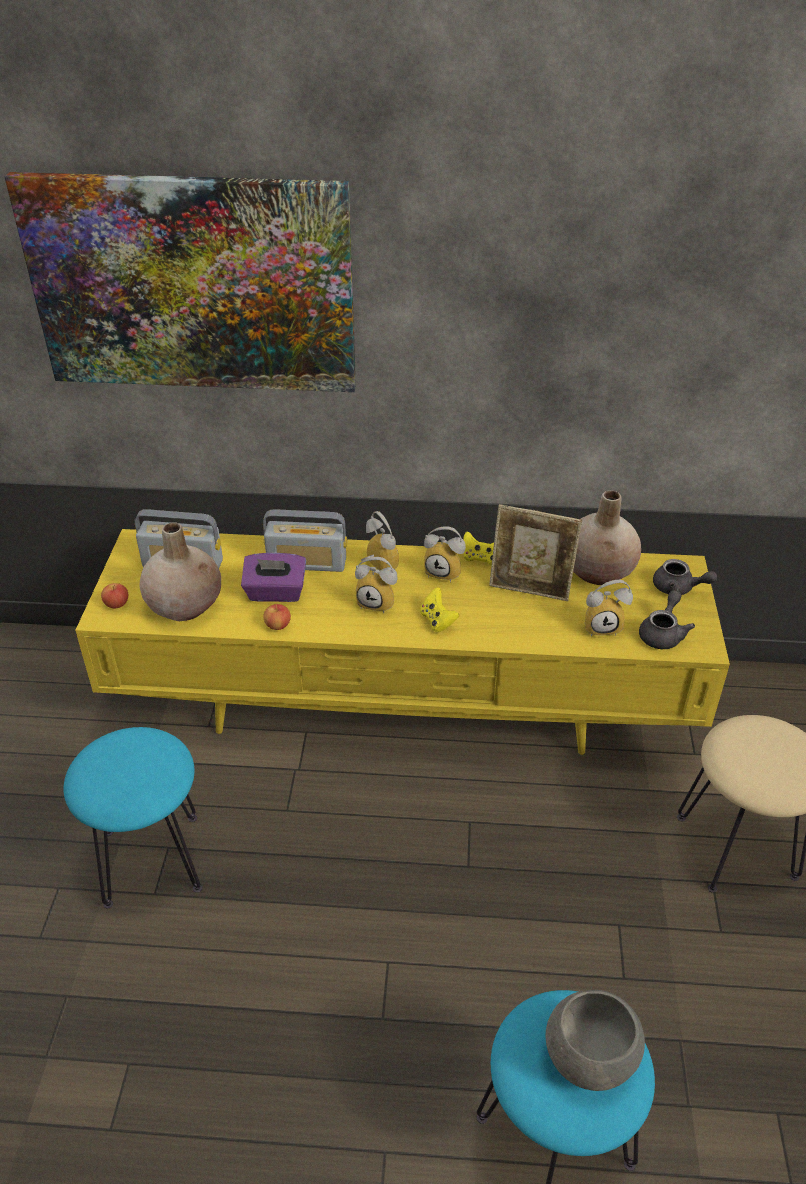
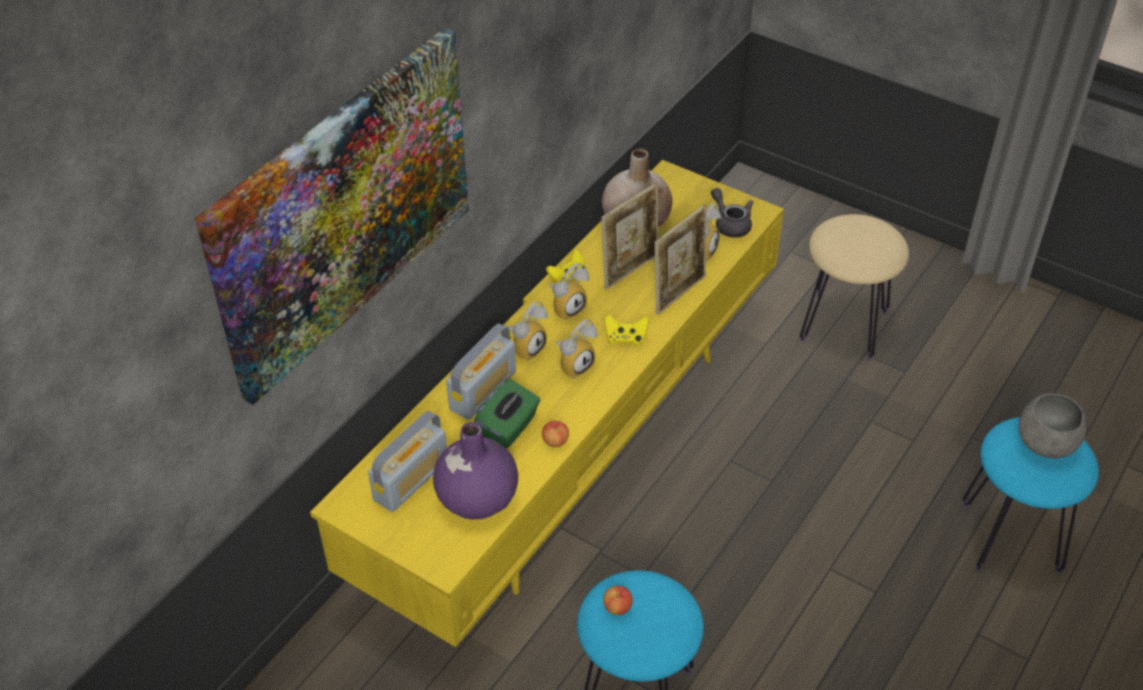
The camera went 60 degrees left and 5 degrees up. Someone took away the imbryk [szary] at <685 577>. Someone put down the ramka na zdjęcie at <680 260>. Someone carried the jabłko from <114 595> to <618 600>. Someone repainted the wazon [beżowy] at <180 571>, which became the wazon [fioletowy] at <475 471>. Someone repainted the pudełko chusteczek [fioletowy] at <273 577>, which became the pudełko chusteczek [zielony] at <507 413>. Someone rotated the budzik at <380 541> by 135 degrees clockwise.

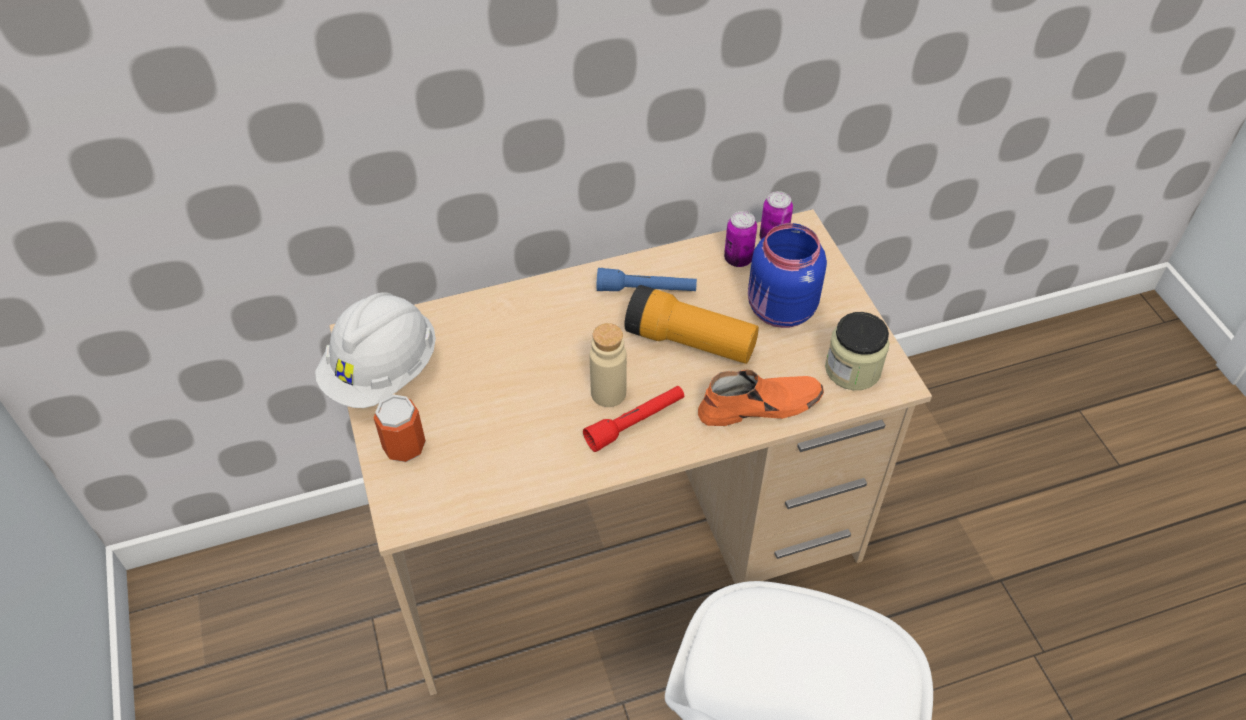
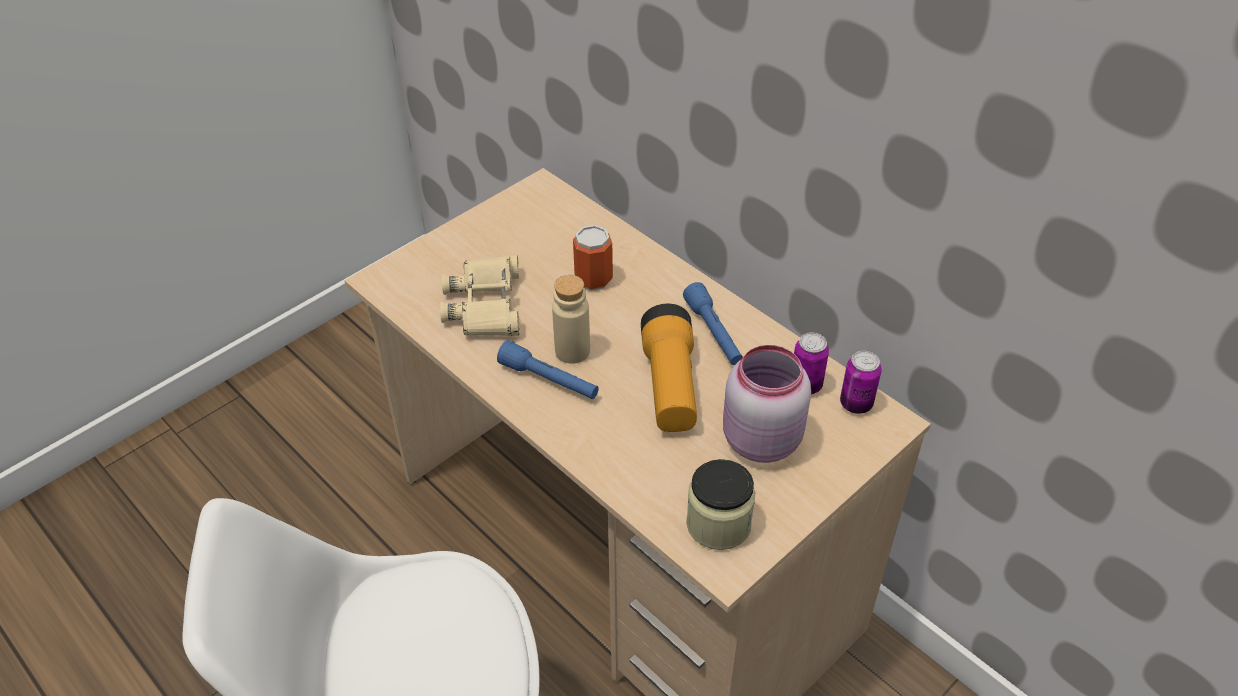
The camera went 65 degrees right and 5 degrees down. Someone took away the kask [biały] at <375 350>. Someone took away the but [pomarańczowy] at <761 398>. Someone put down the lornetka [beżowy] at <479 295>. Someone carried the puszka from <399 428> to <593 257>. Someone repainted the latarka [czerwony] at <633 419>, which became the latarka [niebieski] at <548 369>. Someone repainted the słoik [niebieski] at <787 275>, which became the słoik [różowy] at <767 404>.

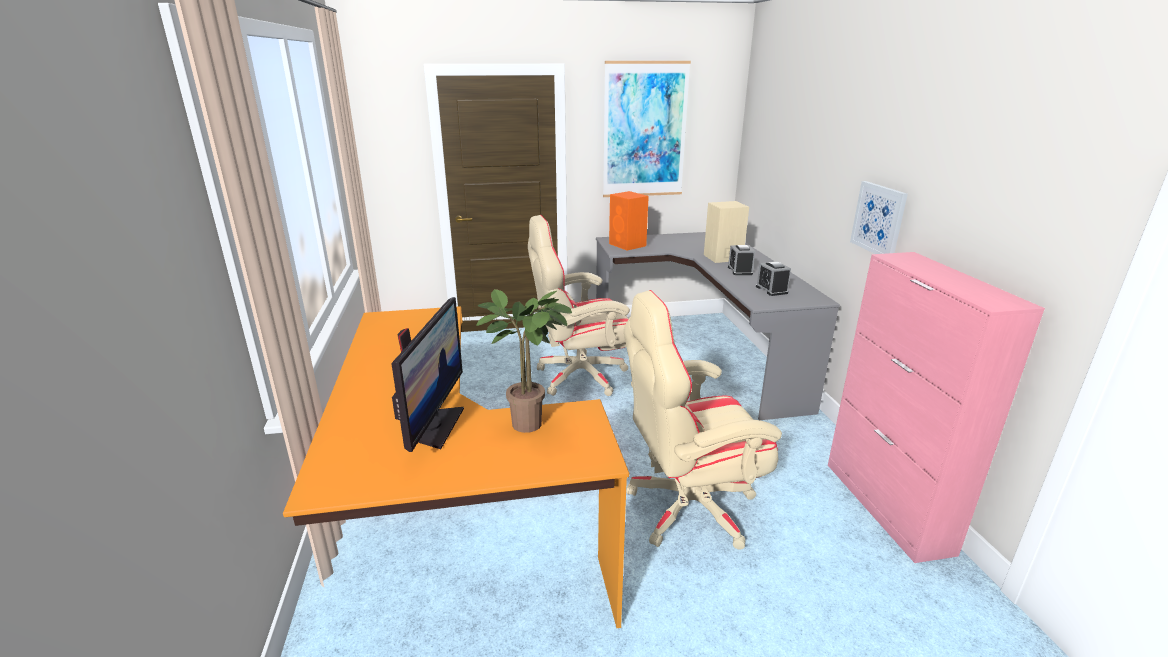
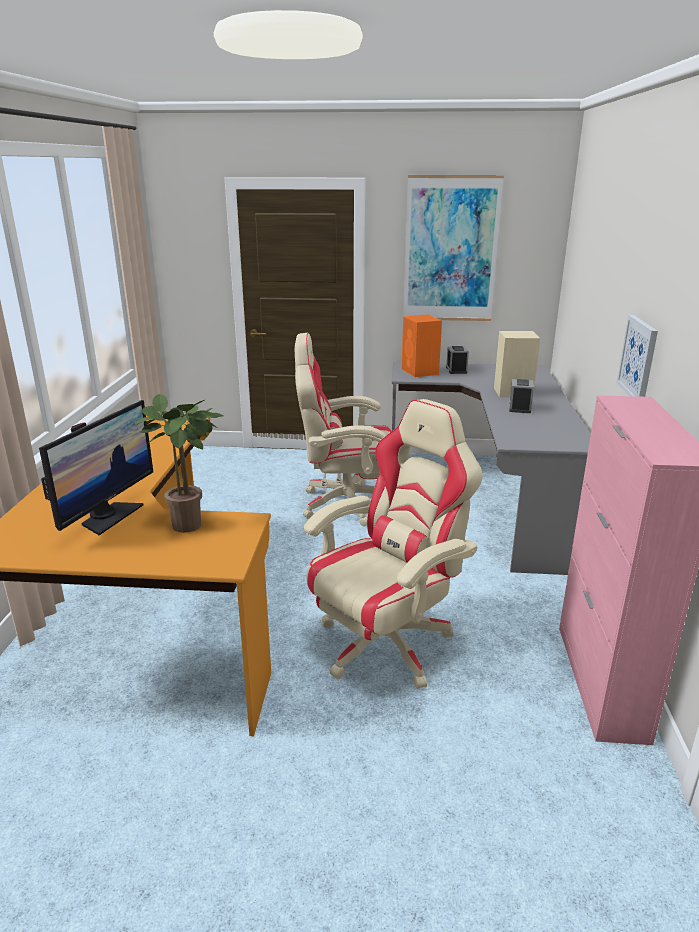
The camera went 15 degrees right and 0 degrees up. Someone carried the budzik from <773 278> to <457 360>. Someone rotated the krzesło biurowe [beżowy] at <703 420> by 135 degrees clockwise.

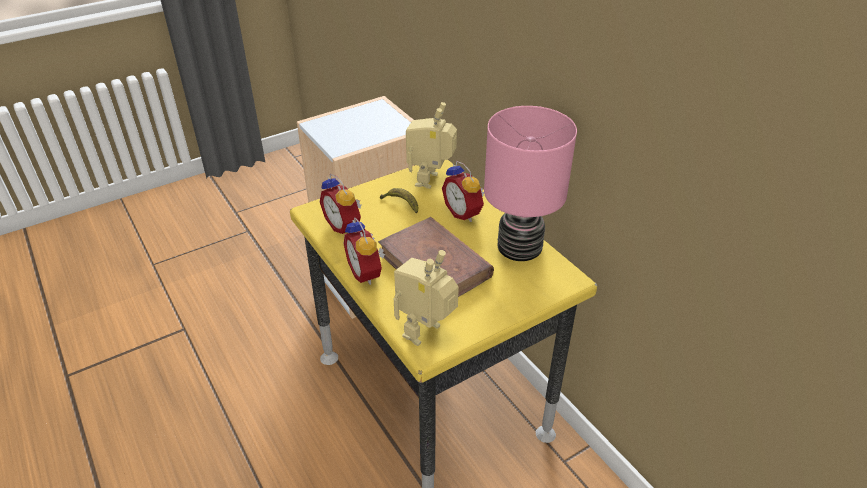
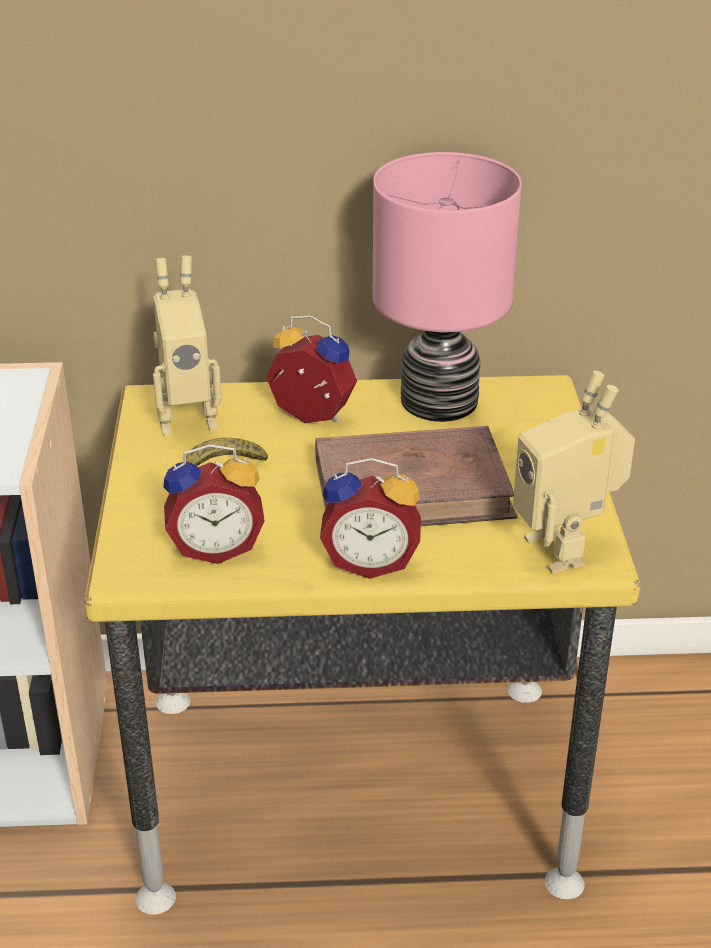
The camera went 60 degrees left and 5 degrees down. Someone rotated the robot zabawkowy at <431 145> by 60 degrees counterclockwise. Someone rotated the budzik at <463 191> by 150 degrees counterclockwise.

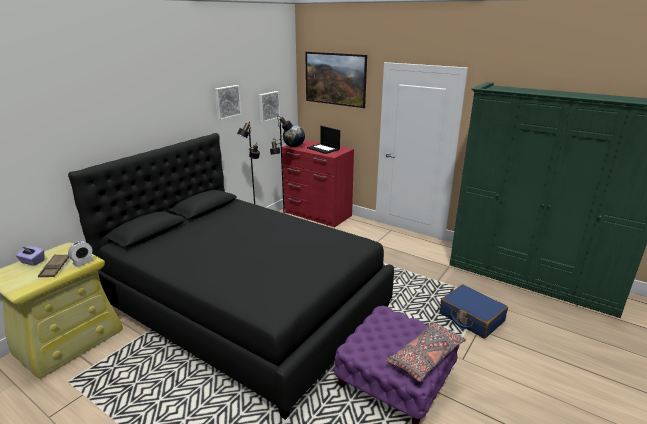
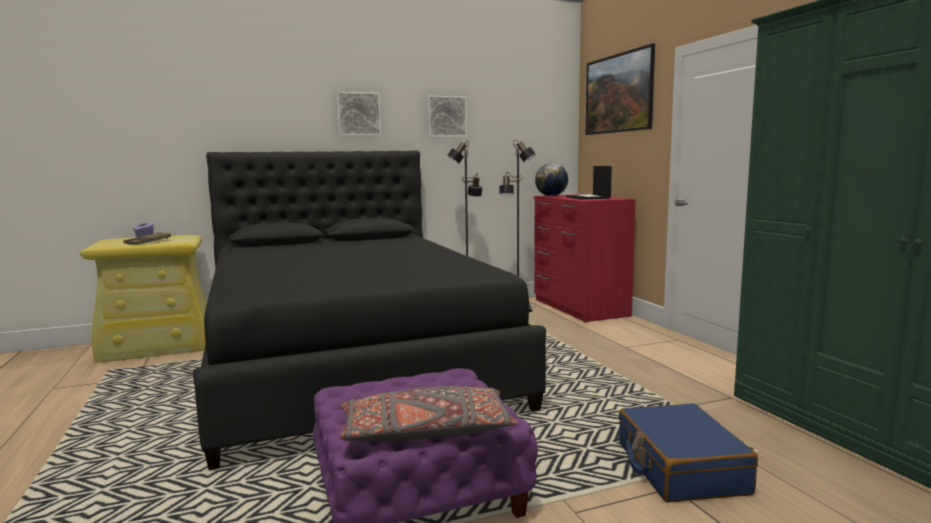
The camera went 35 degrees right and 15 degrees down. Someone took away the budzik at <81 254>. Someone carried the obraz from <269 106> to <358 114>.

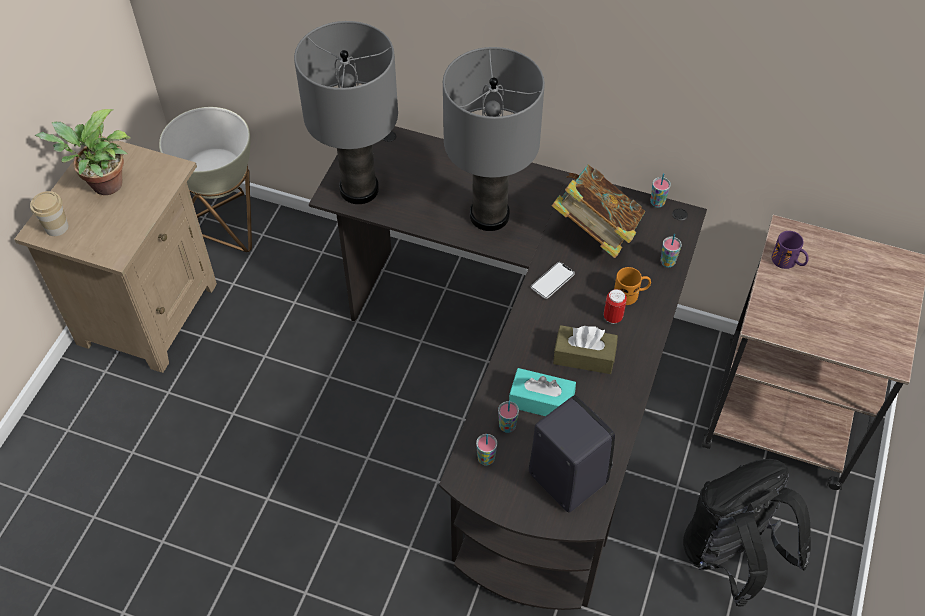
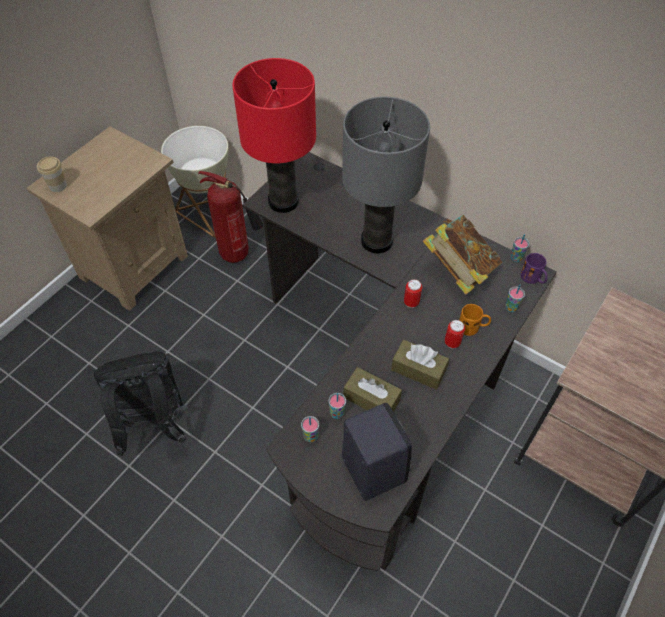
The camera went 15 degrees right and 0 degrees up. Someone took away the roślina doniczkowa at <83 152>. Someone put down the gaśnica at <230 217>. Someone carried the plecak [czarny] from <747 533> to <141 403>. Someone carried the kubek [fioletowy] from <789 250> to <534 268>. Someone swapped the telefon at <553 280> for the puszka at <413 293>. Someone repainted the lampa stołowa [szary] at <346 112>, which became the lampa stołowa [czerwony] at <274 135>. Someone repainted the pudełko chusteczek [turkusowy] at <542 392>, which became the pudełko chusteczek [brązowy] at <372 389>.

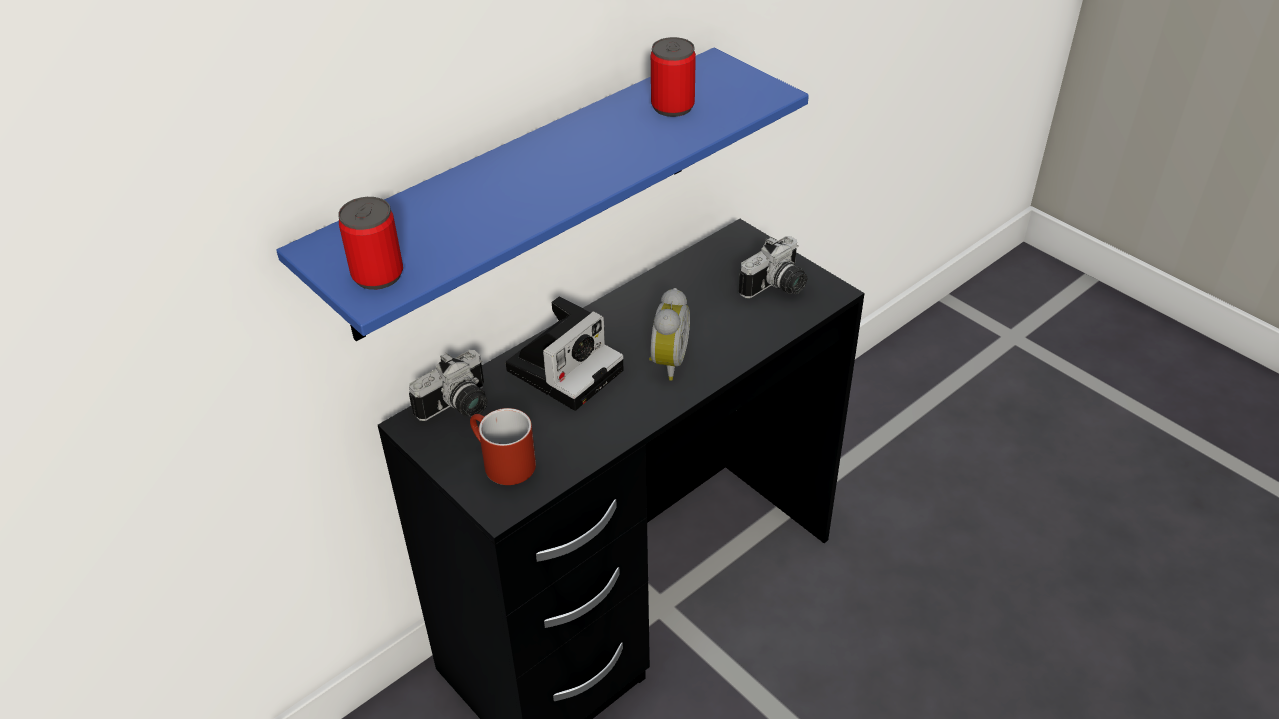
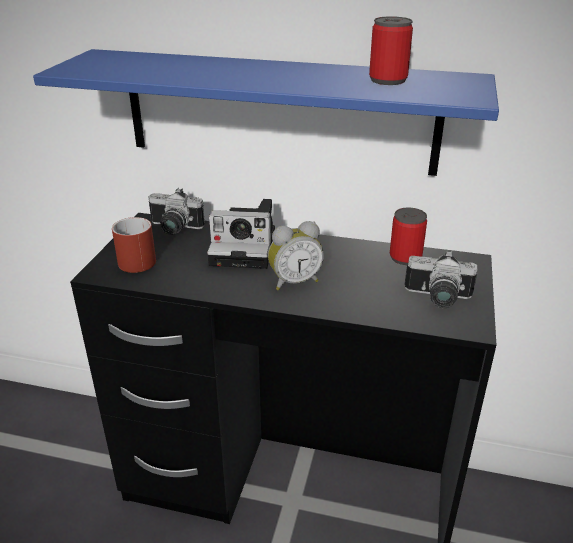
The camera went 55 degrees right and 10 degrees down. Someone carried the puszka from <370 243> to <408 236>.

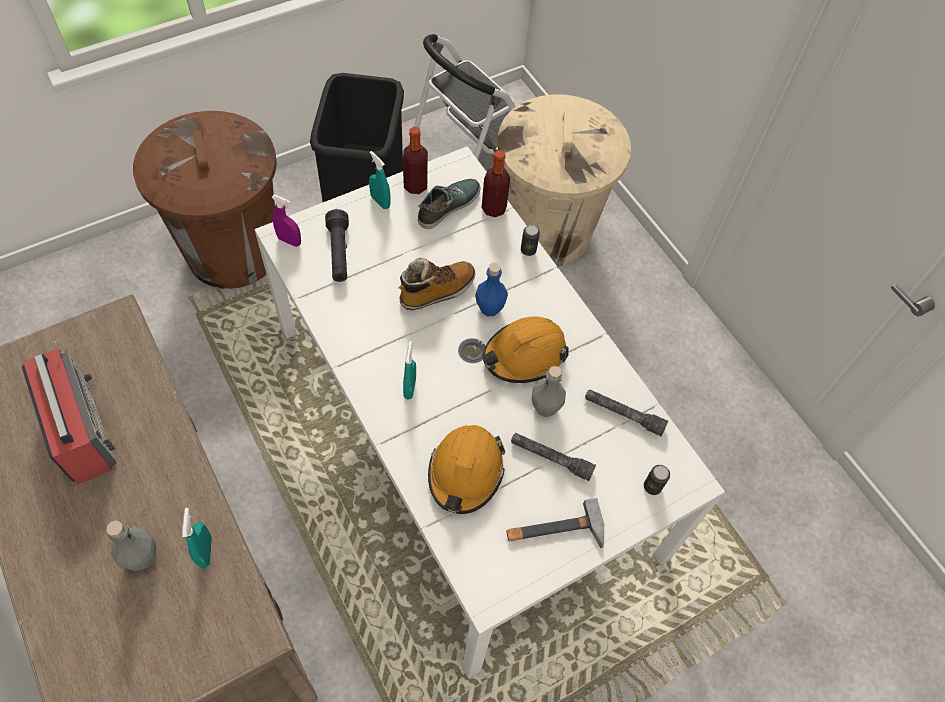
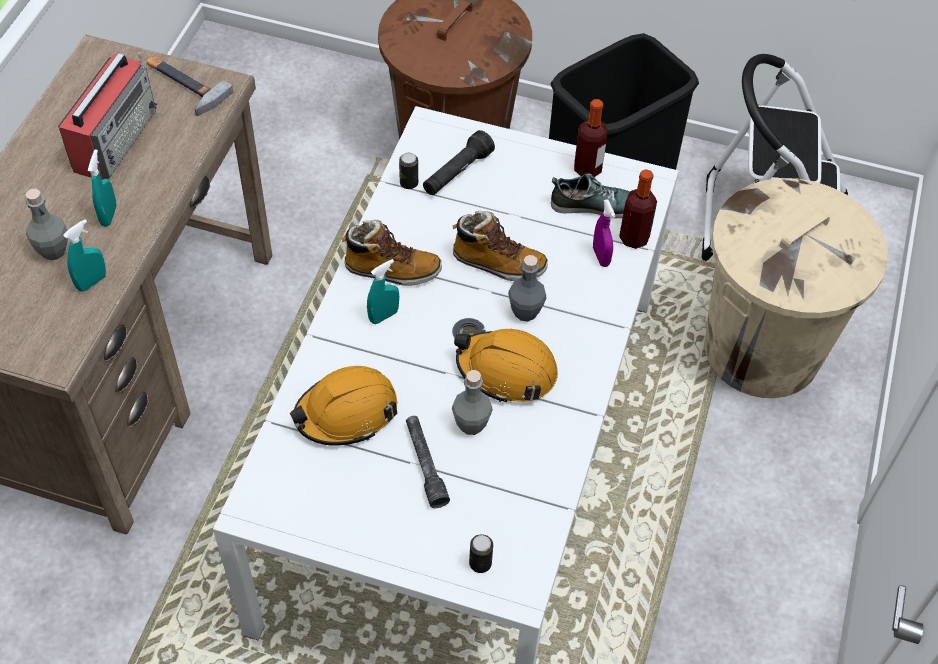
The camera went 50 degrees right and 5 degrees down. Someone took away the latarka [szary] at <626 412>. Someone put down the but z cholewką at <392 253>. Someone carried the spryskiwacz [fioletowy] from <286 221> to <604 233>. Someone carried the spryskiwacz [turkusowy] from <380 180> to <102 188>. Someone carried the młotek from <555 523> to <190 86>. Someone carried the puszka from <530 240> to <408 171>. Someone repainted the butelka [niebieski] at <491 289>, which became the butelka [szary] at <527 288>.

